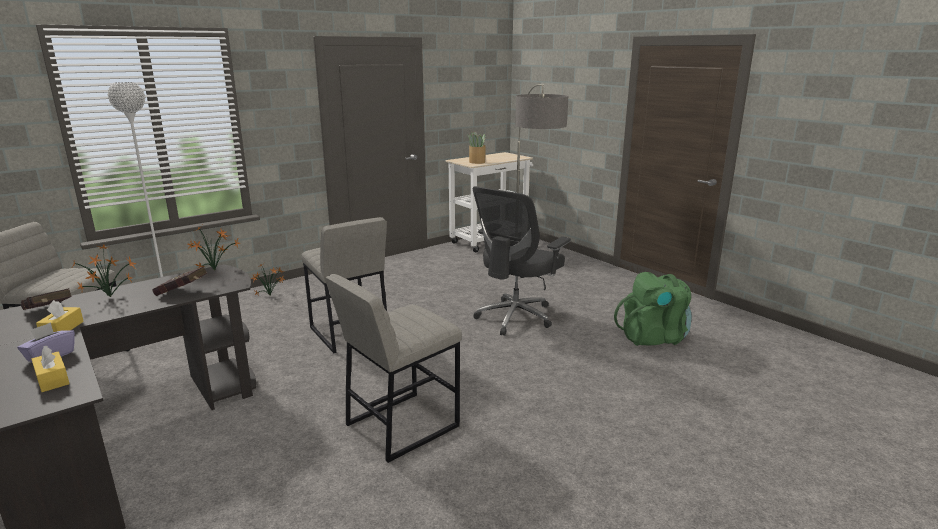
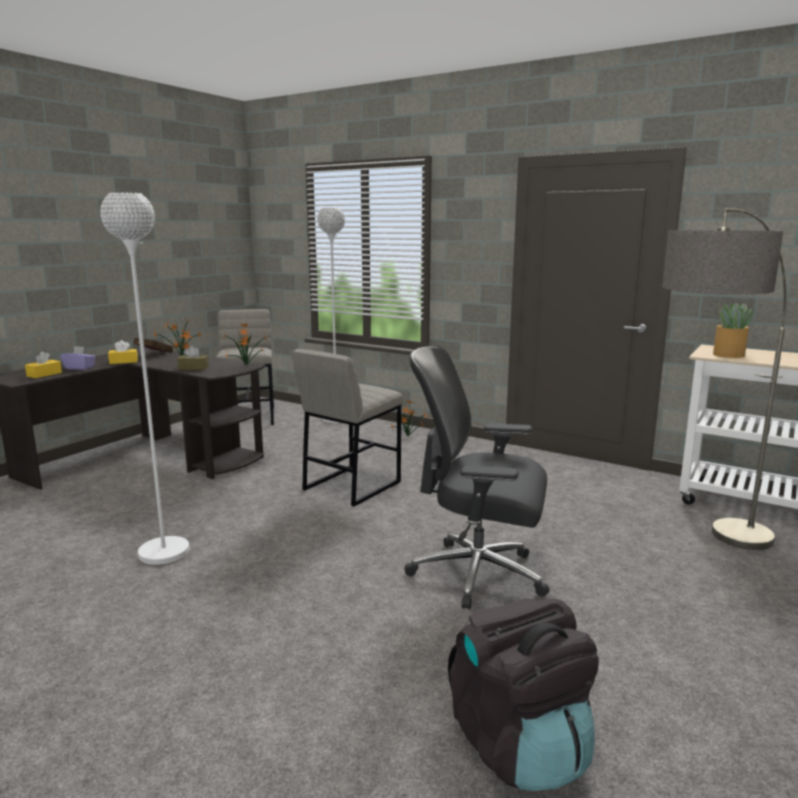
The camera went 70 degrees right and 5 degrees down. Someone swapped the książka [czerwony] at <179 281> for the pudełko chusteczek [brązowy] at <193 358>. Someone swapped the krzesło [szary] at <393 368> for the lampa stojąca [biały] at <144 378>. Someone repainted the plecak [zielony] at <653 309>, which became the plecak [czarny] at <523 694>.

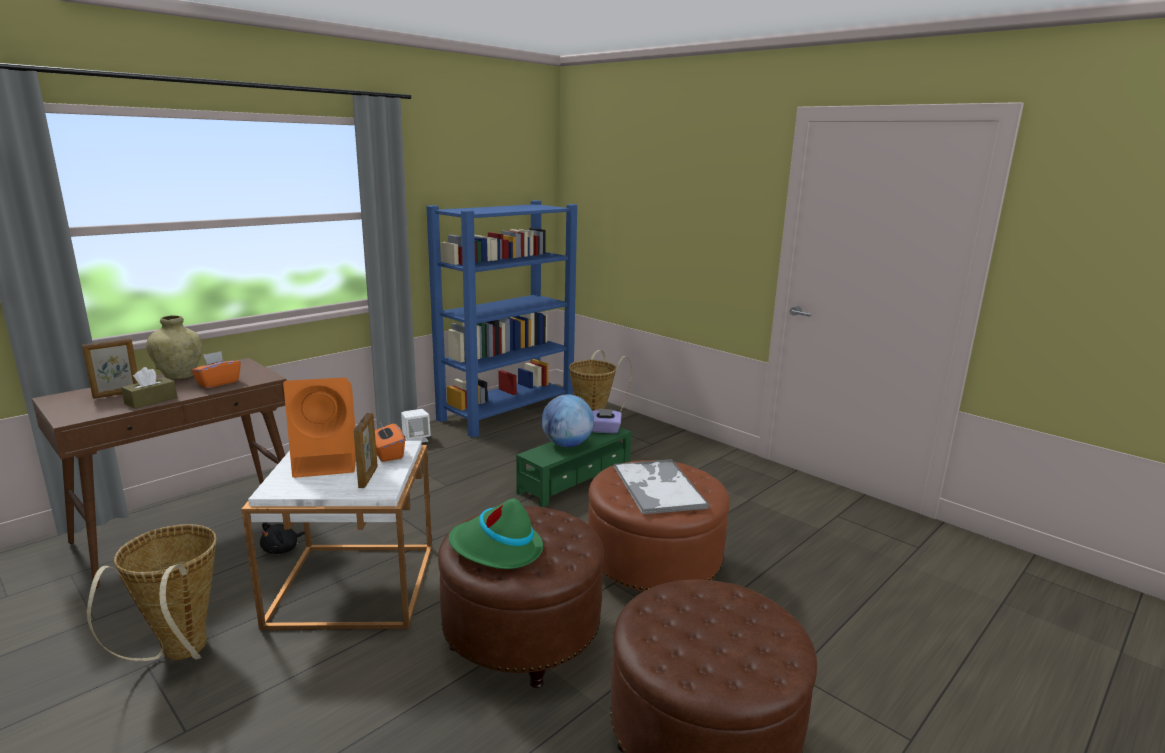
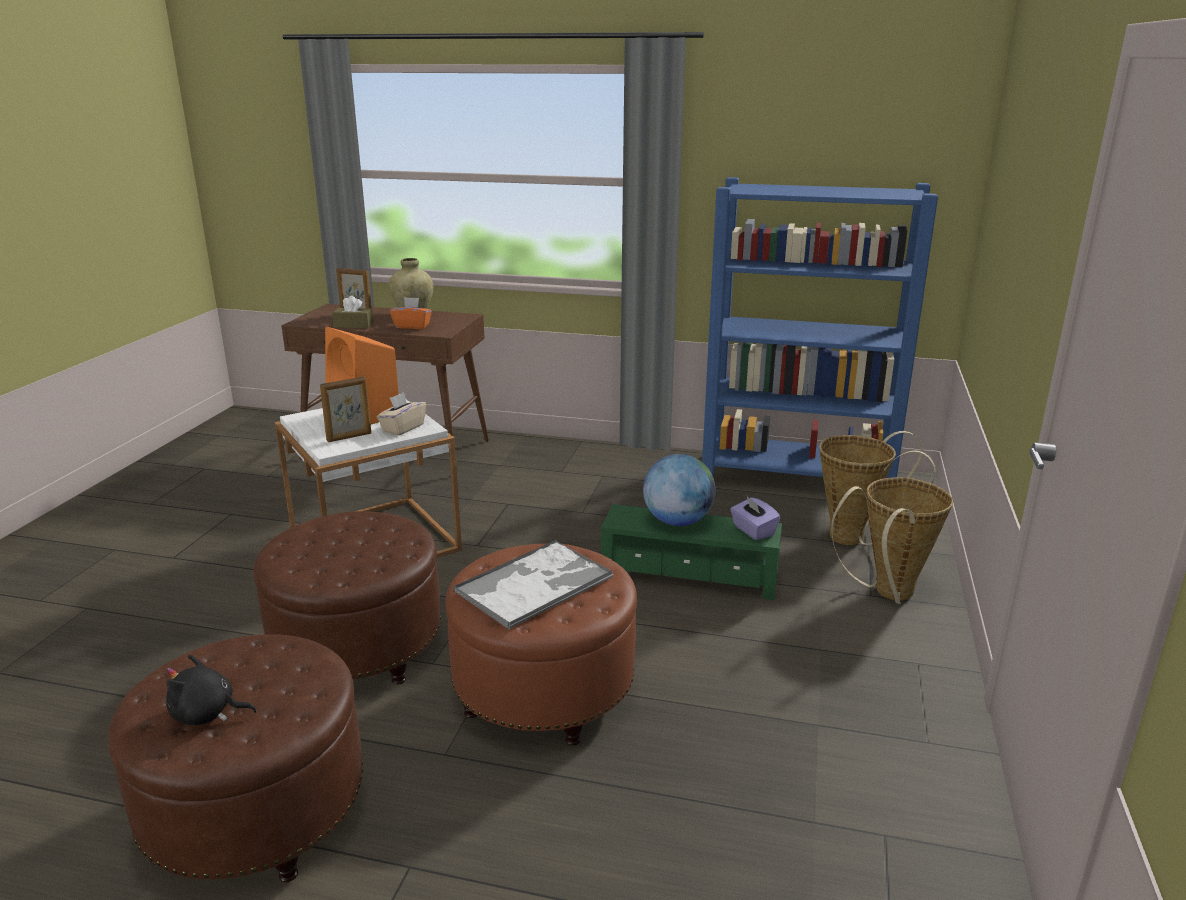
The camera went 60 degrees right and 5 degrees up. Someone took away the głośnik [biały] at <416 426>. Someone took away the kapelusz [zielony] at <496 534>. Someone carried the koszyk from <152 592> to <892 540>. Someone carried the pluszak [czarny] from <282 538> to <211 690>. Someone repainted the pudełko chusteczek [pomarańczowy] at <390 442>, which became the pudełko chusteczek [beżowy] at <401 414>.

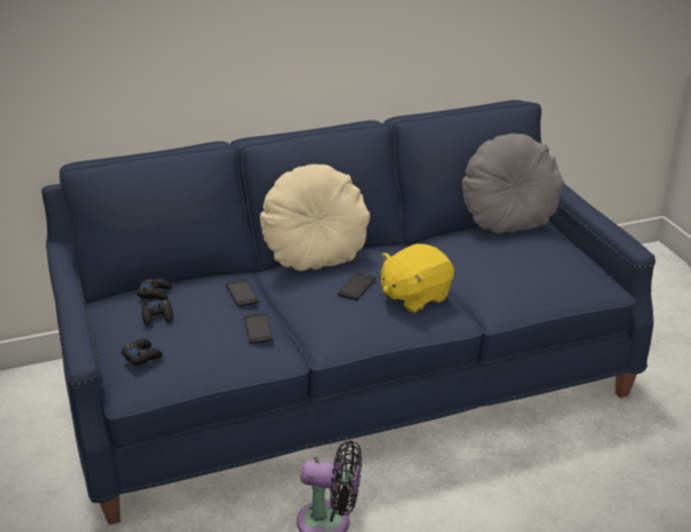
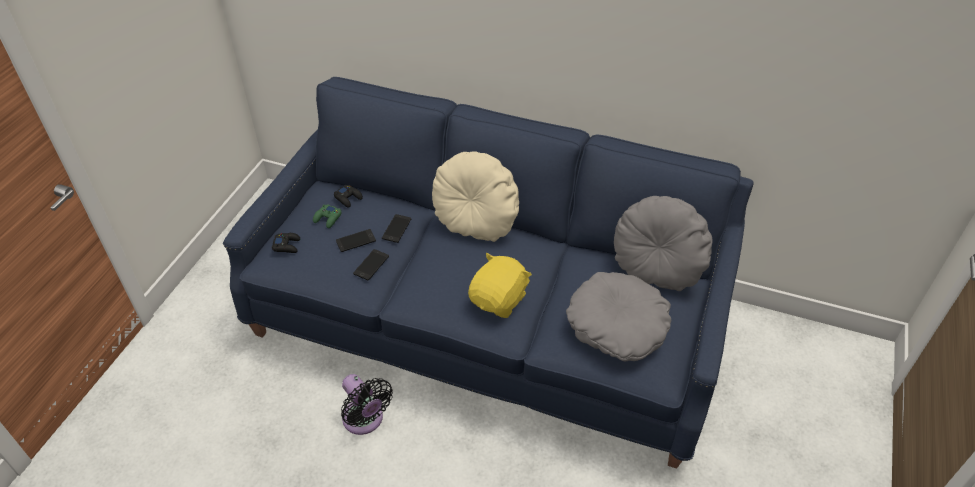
The camera went 40 degrees right and 15 degrees up. Someone put down the poduszka [szary] at <618 316>. Someone carried the telefon from <357 286> to <356 240>. Someone repainted the pad do gier [czarny] at <157 312>, which became the pad do gier [zielony] at <327 216>. Someone rotated the pluszak [żółty] at <417 278> by 120 degrees clockwise.

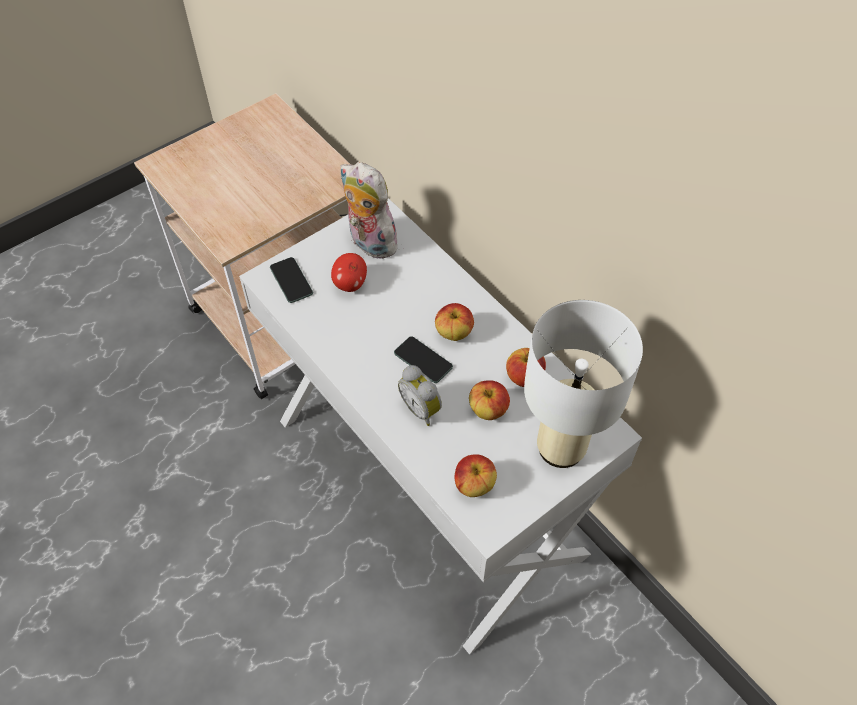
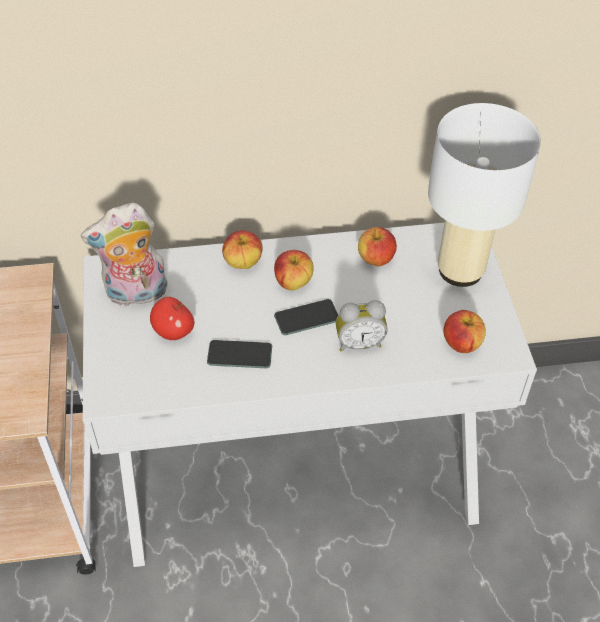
The camera went 60 degrees left and 5 degrees down. Someone carried the telefon from <291 280> to <239 354>. Someone carried the jabłko from <489 400> to <242 249>.

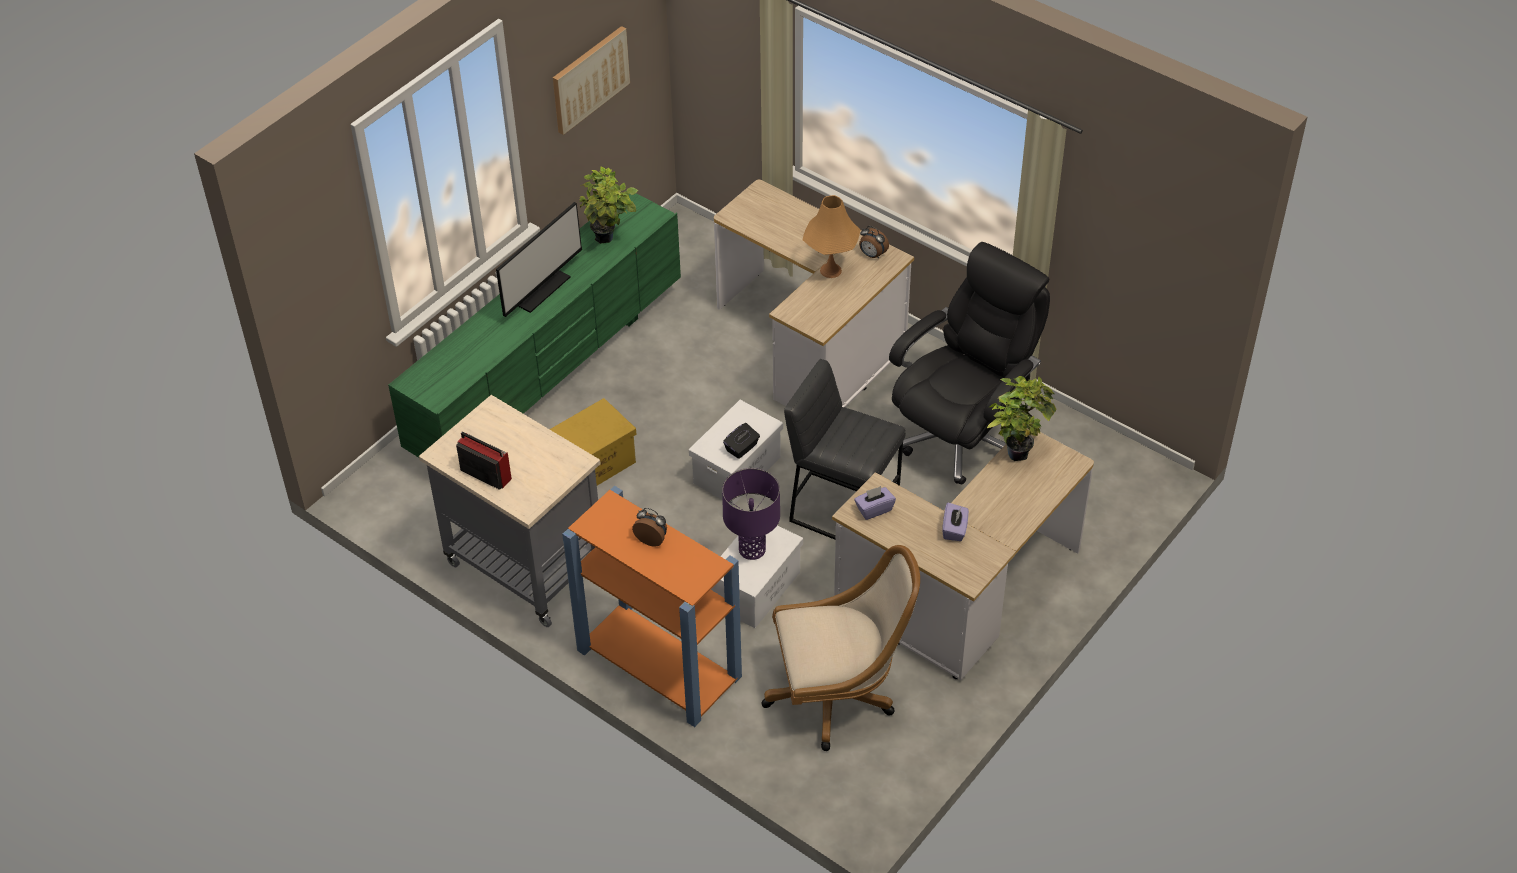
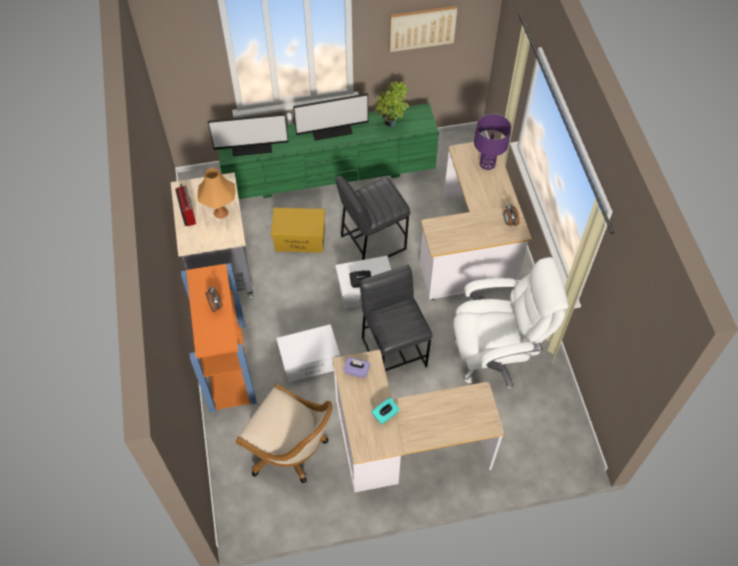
The camera went 40 degrees right and 10 degrees up. Someone took away the roślina doniczkowa at <1021 418>. Someone put down the monitor at <248 135>. Someone put down the stołek [szary] at <372 218>. Someone carried the lampa stołowa [fioletowy] from <751 514> to <493 142>. Someone carried the lampa stołowa [pomarańczowy] from <831 236> to <216 193>. Someone repainted the krzesło biurowe [czarny] at <969 363>, which became the krzesło biurowe [biały] at <510 322>. Someone repainted the pudełko chusteczek [fioletowy] at <955 522>, which became the pudełko chusteczek [turkusowy] at <385 411>.

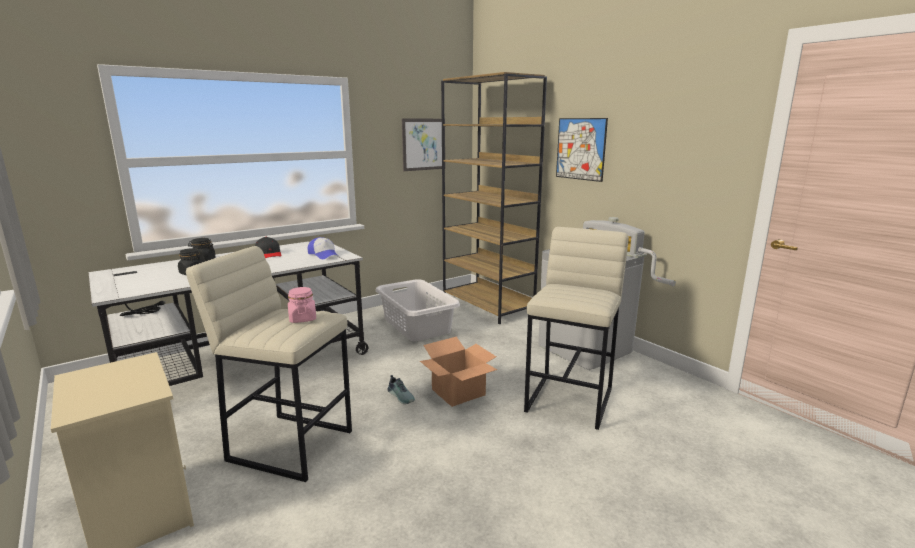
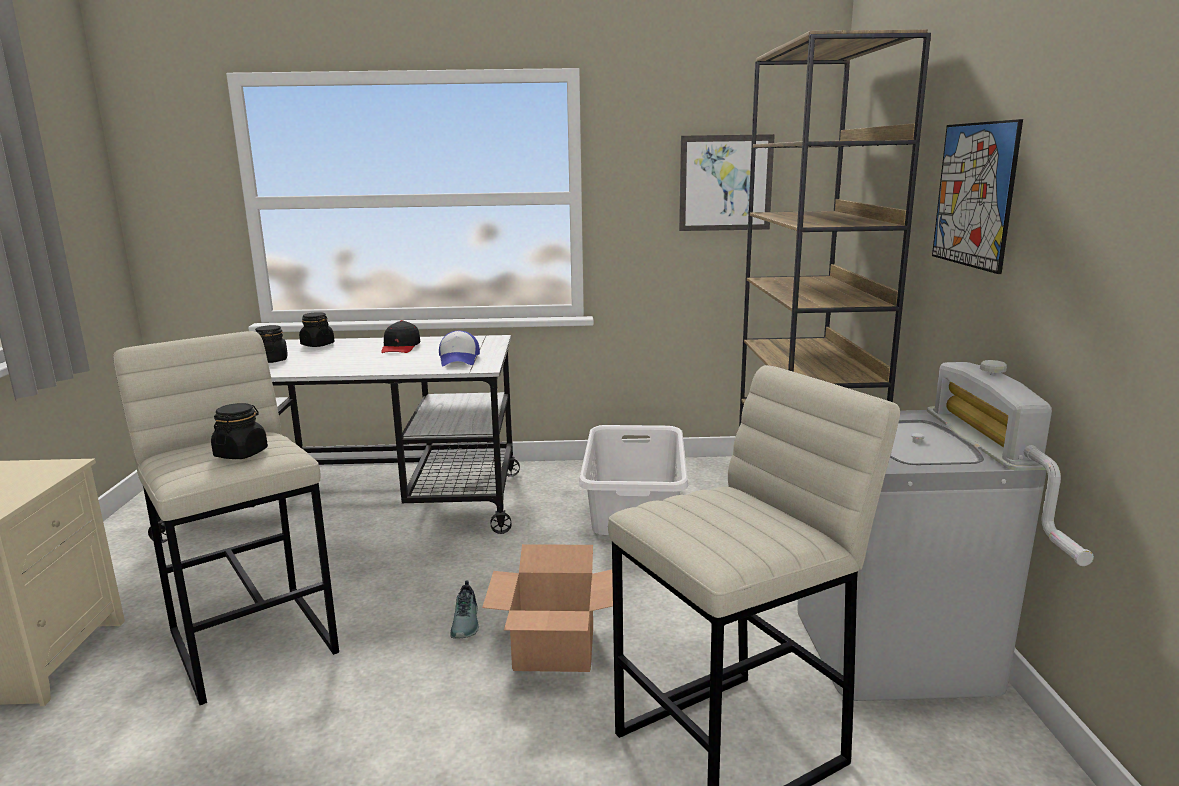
The camera went 35 degrees right and 0 degrees up. Someone repainted the słoik [różowy] at <302 305>, which became the słoik [czarny] at <239 431>.

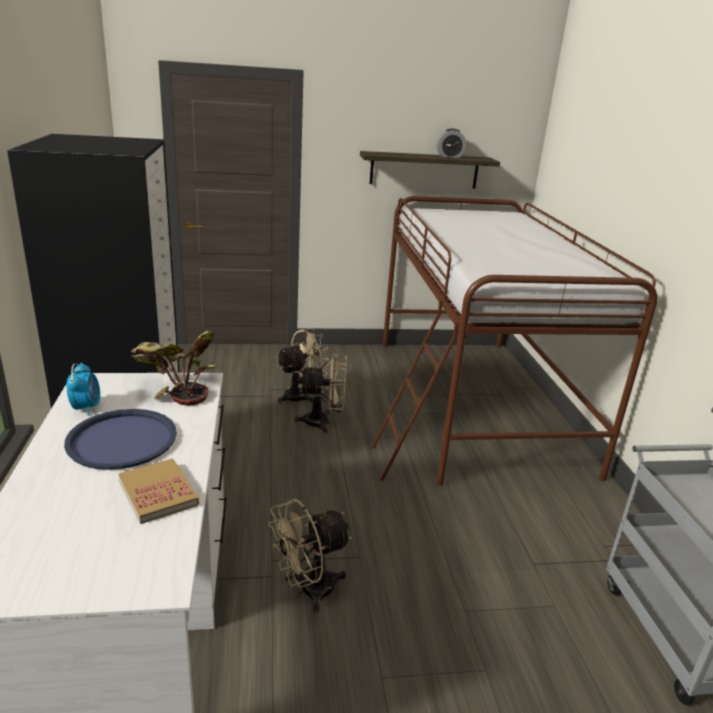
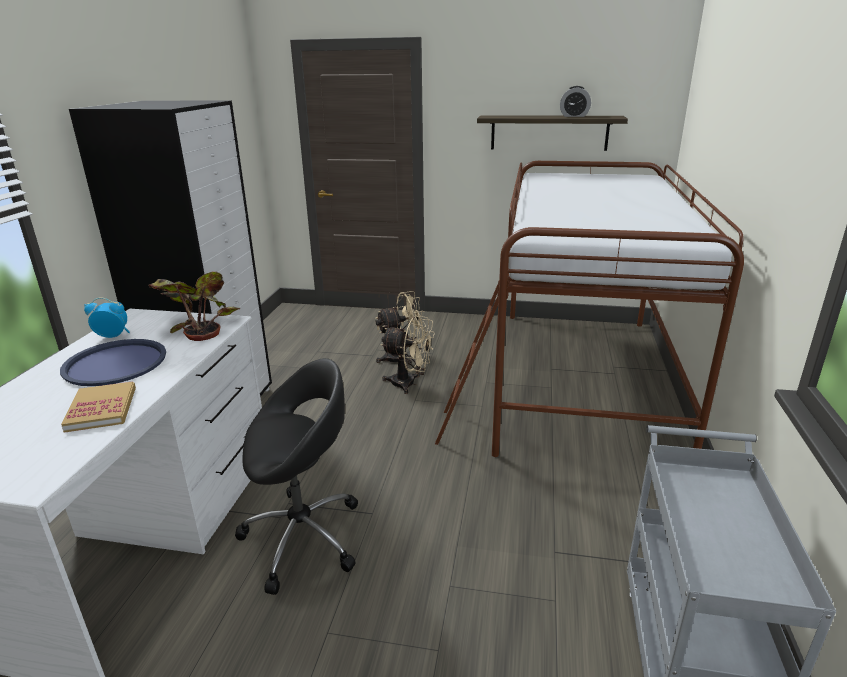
The camera went 20 degrees right and 0 degrees up. Someone swapped the wentylator [beżowy] at <310 555> for the krzesło biurowe [czarny] at <296 476>. Someone rotated the budzik at <83 389> by 105 degrees counterclockwise.

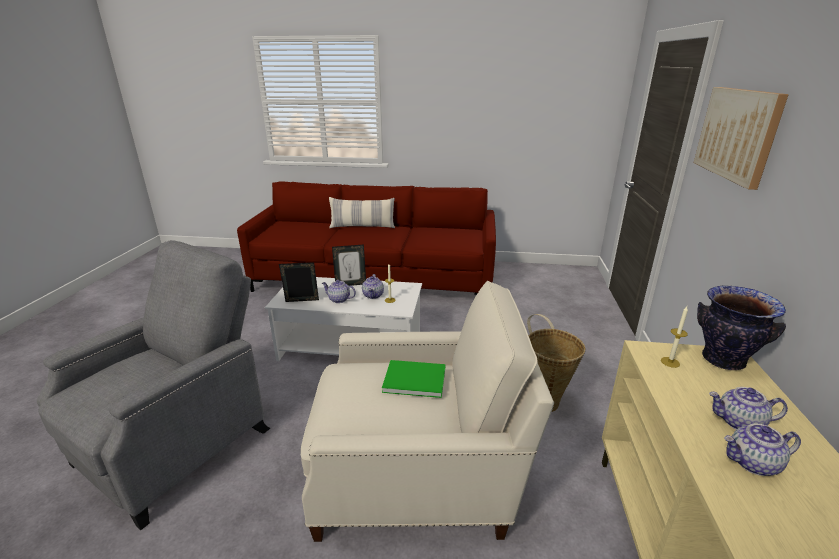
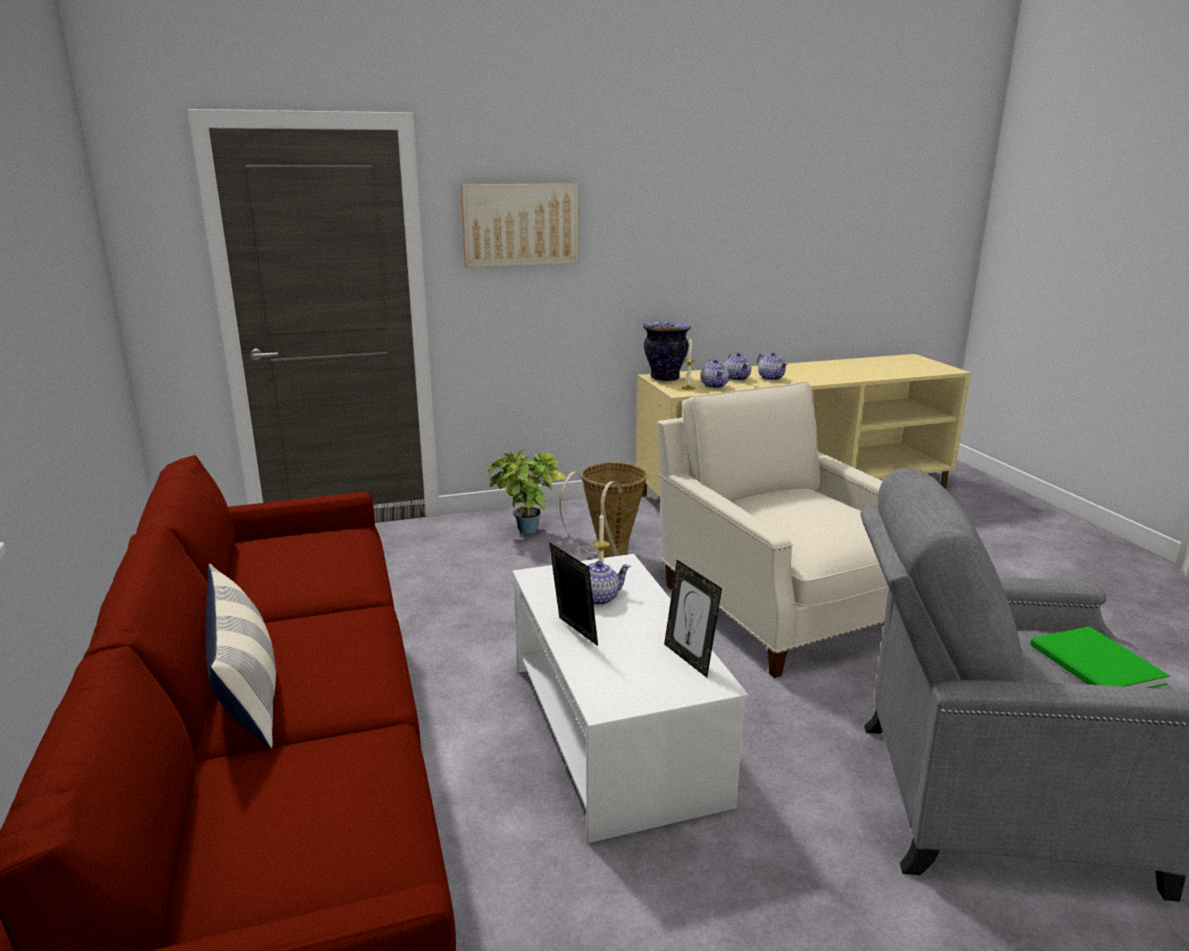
The camera went 115 degrees left and 5 degrees down. Someone put down the roślina doniczkowa at <527 491>. Someone carried the imbryk from <339 291> to <715 373>. Someone carried the książka [zielony] from <413 379> to <1100 657>.

